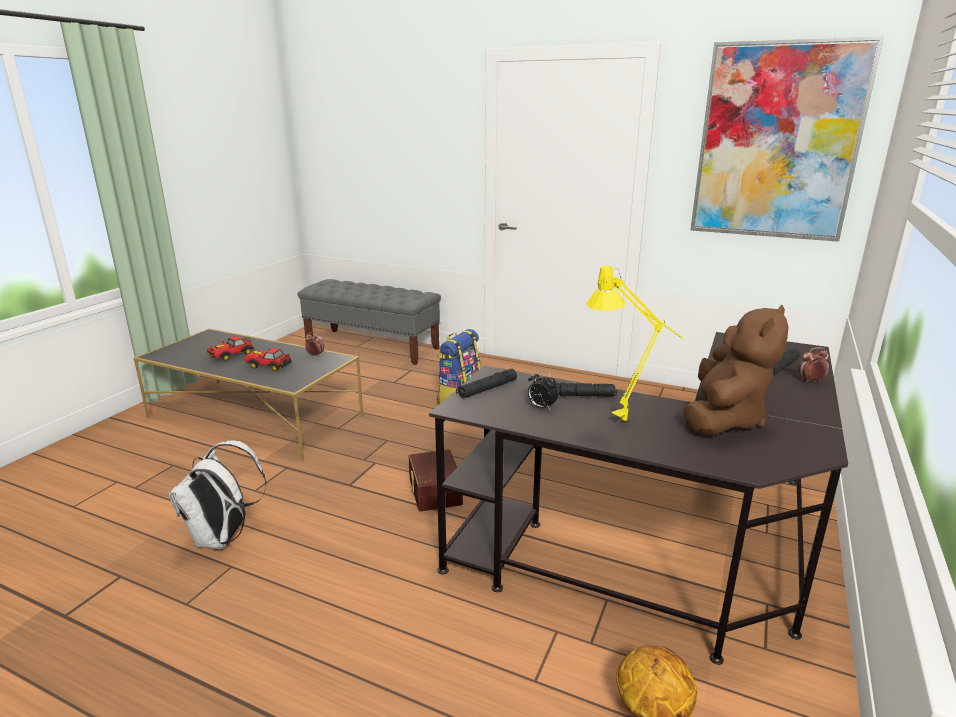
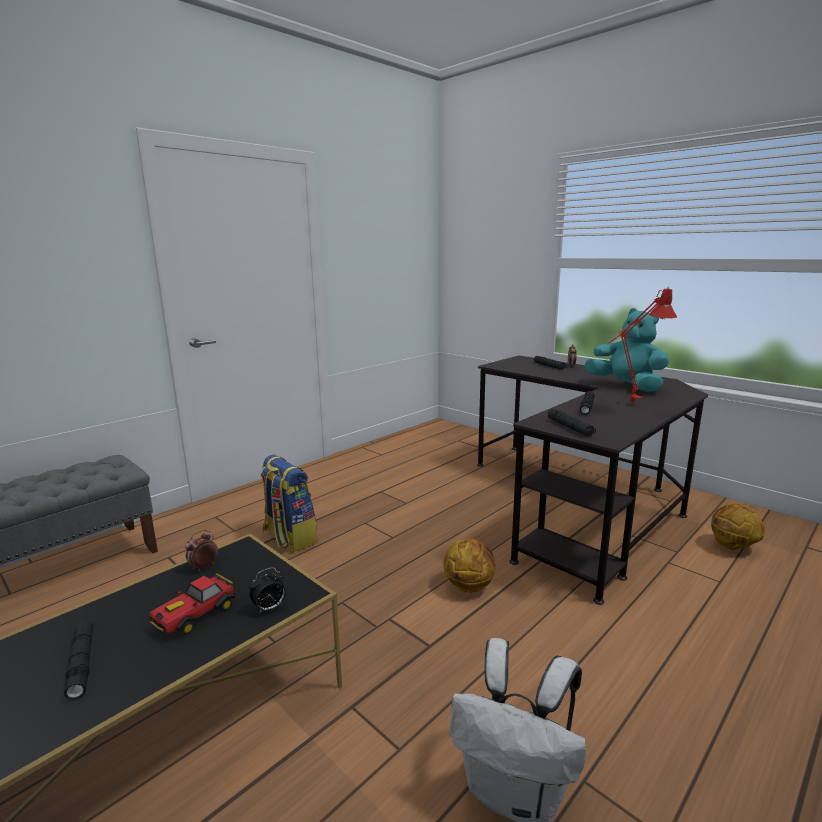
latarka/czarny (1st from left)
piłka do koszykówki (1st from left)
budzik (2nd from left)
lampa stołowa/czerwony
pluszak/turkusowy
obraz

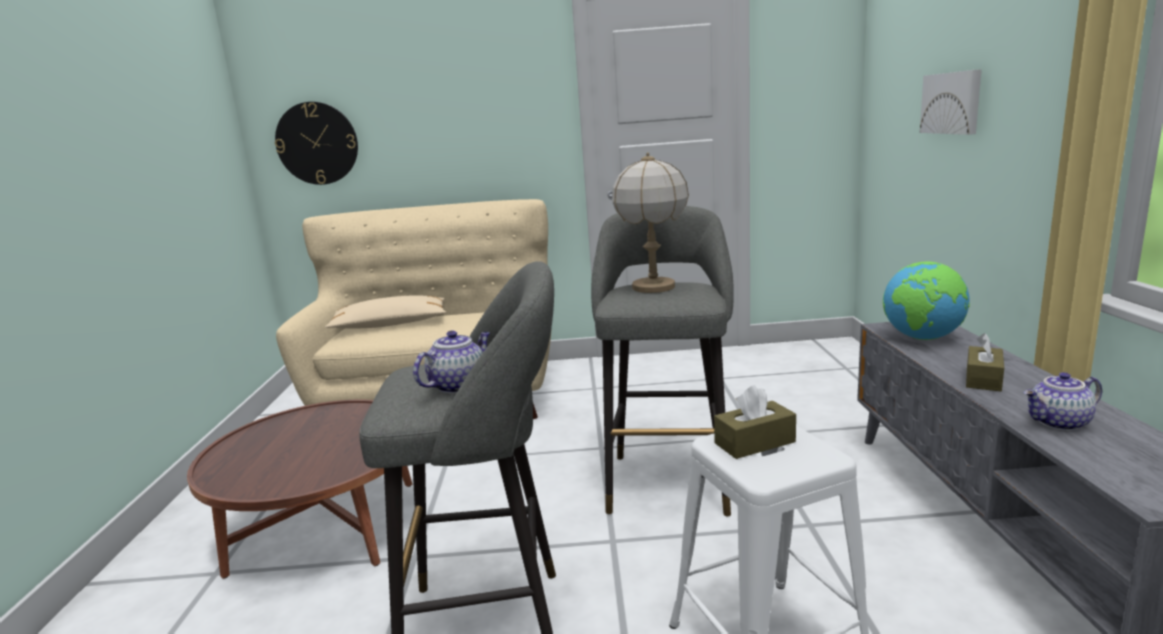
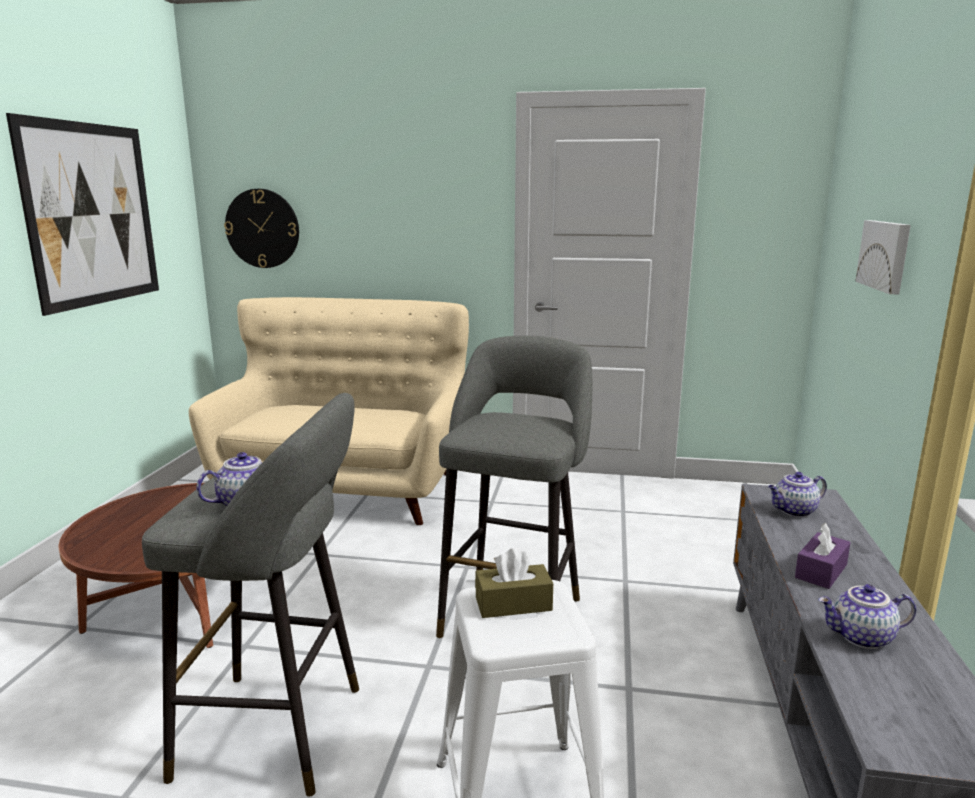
poduszka/beżowy
lampa stołowa
imbryk (2nd from left)
pudełko chusteczek/fioletowy
obraz (1st from left)

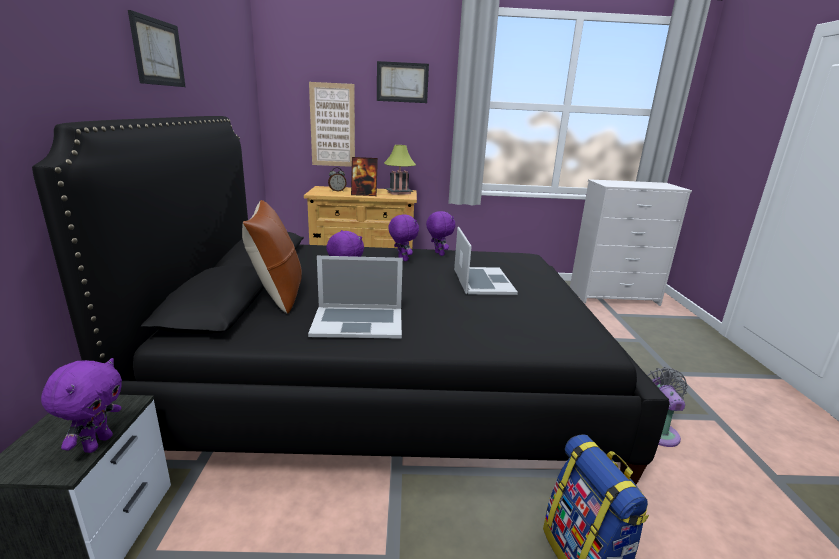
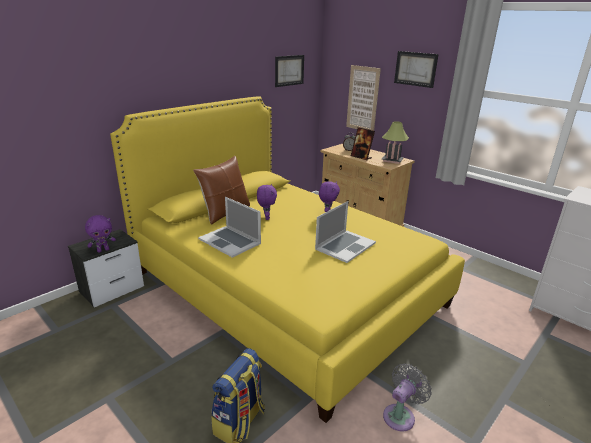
łóżko/żółty
obraz (1st from left)
pluszak/fioletowy (4th from left in the first image)

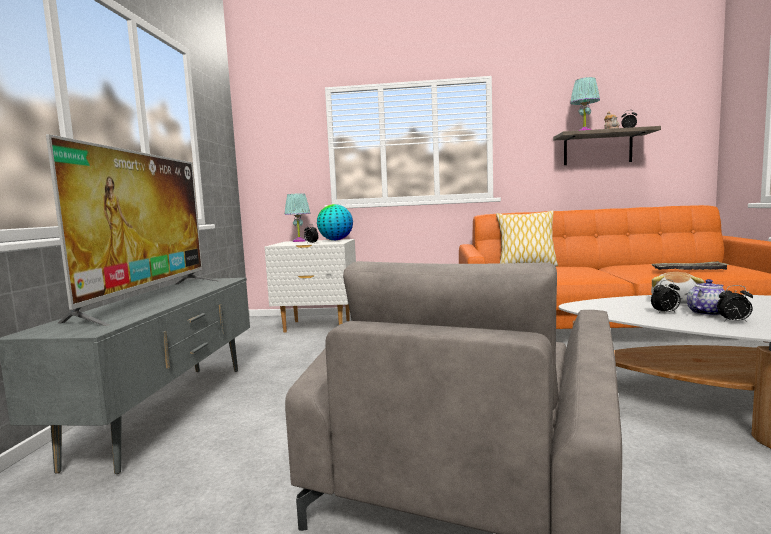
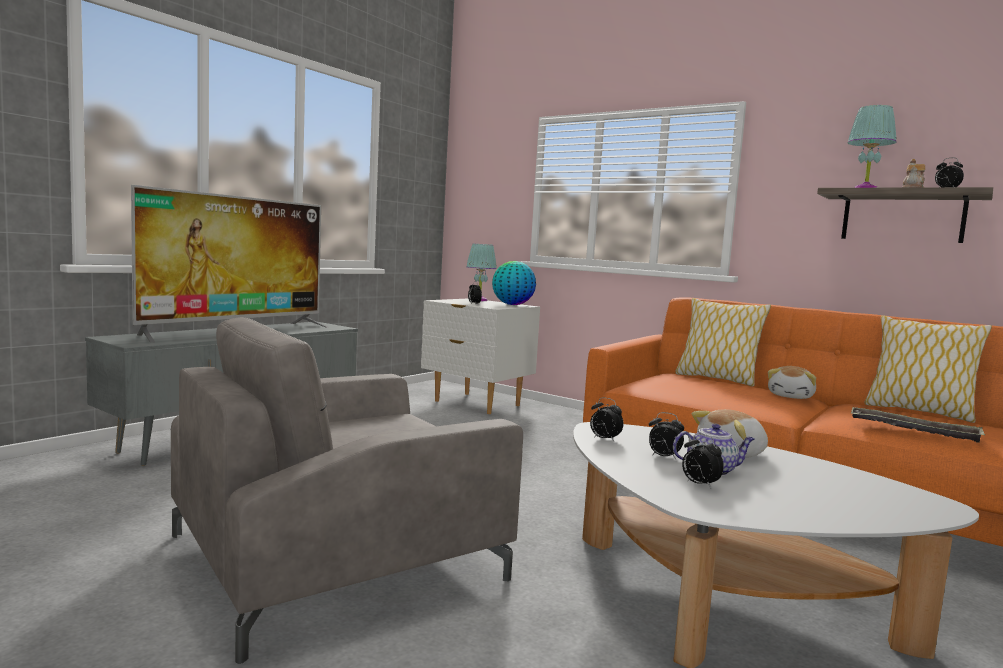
budzik (2nd from left)
pluszak (2nd from left)
poduszka (2nd from left)

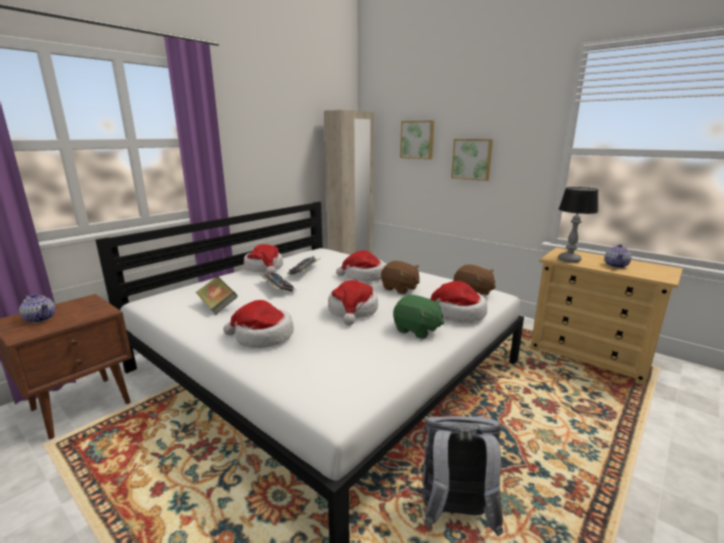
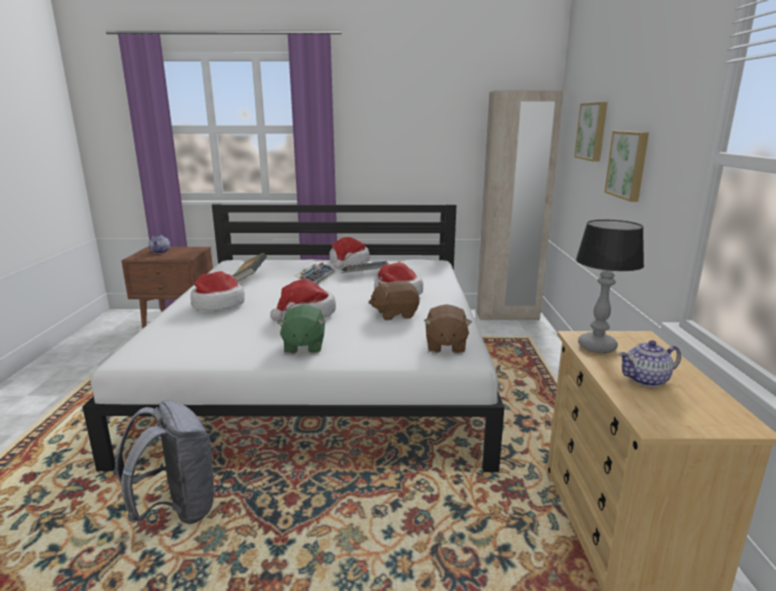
pluszak/brązowy (1st from left)
kapelusz (5th from left in the first image)

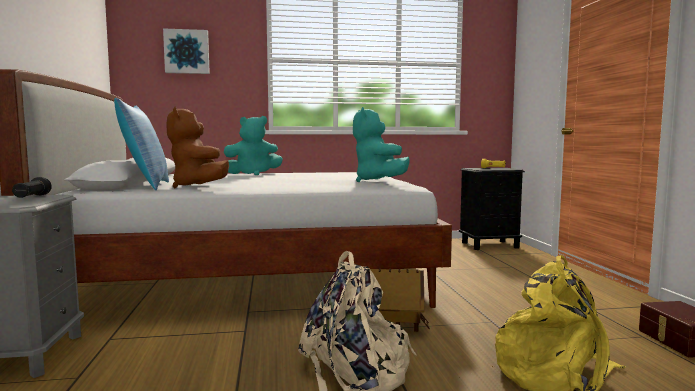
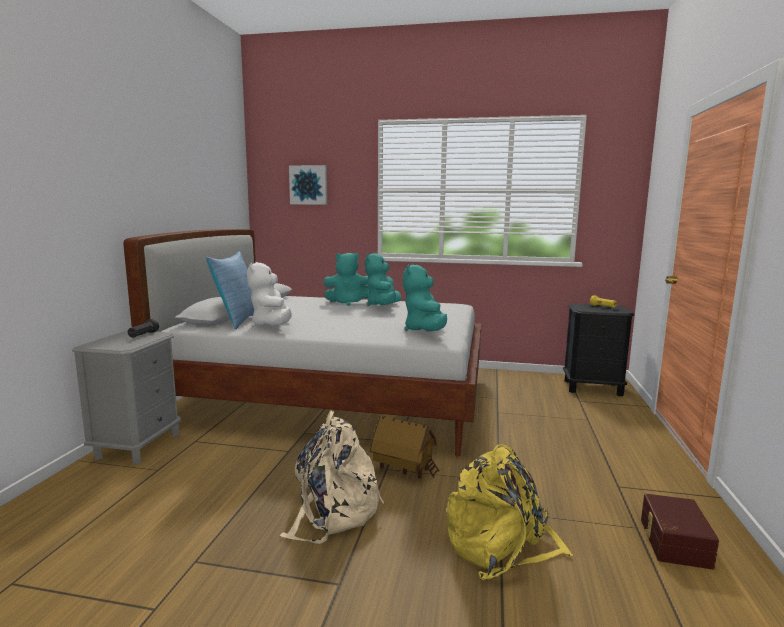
pluszak/biały
pluszak/turkusowy (2nd from left)

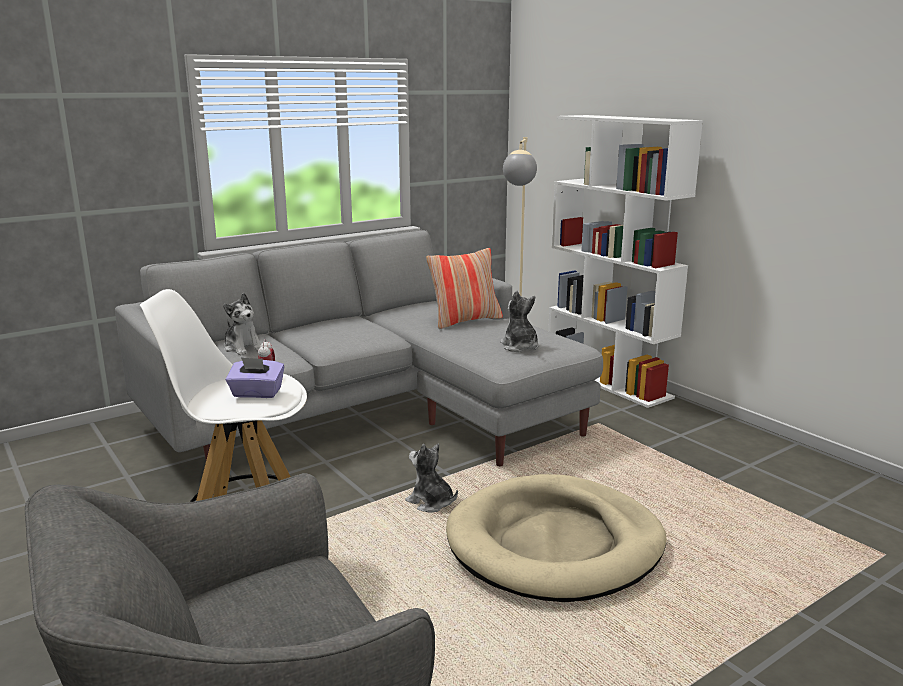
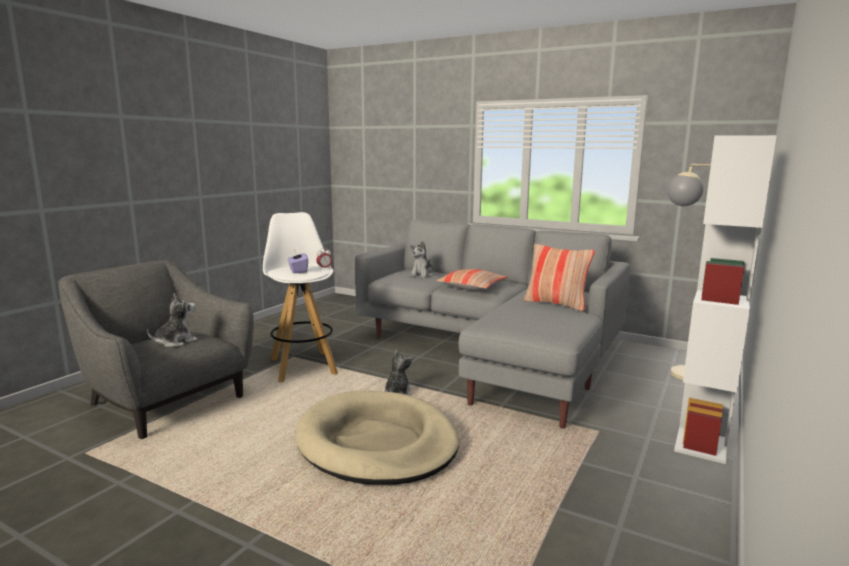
pluszak (1st from left)
poduszka (1st from left)

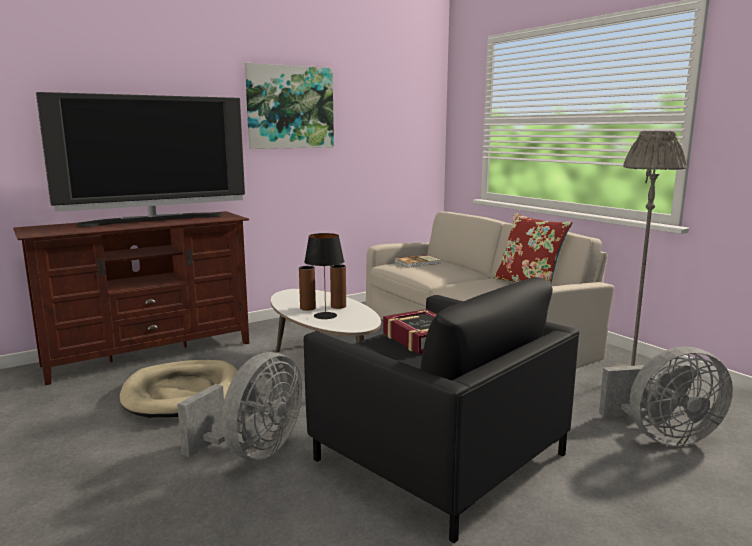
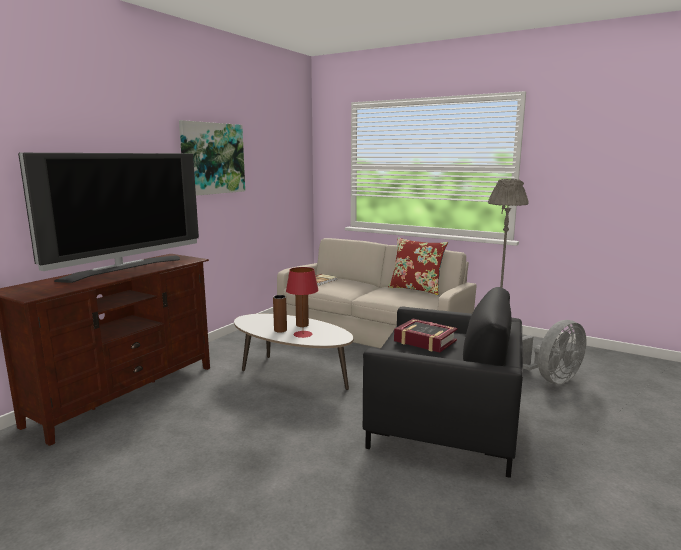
legowisko/beżowy
wentylator/szary (1st from left in the first image)
lampa stołowa/czerwony

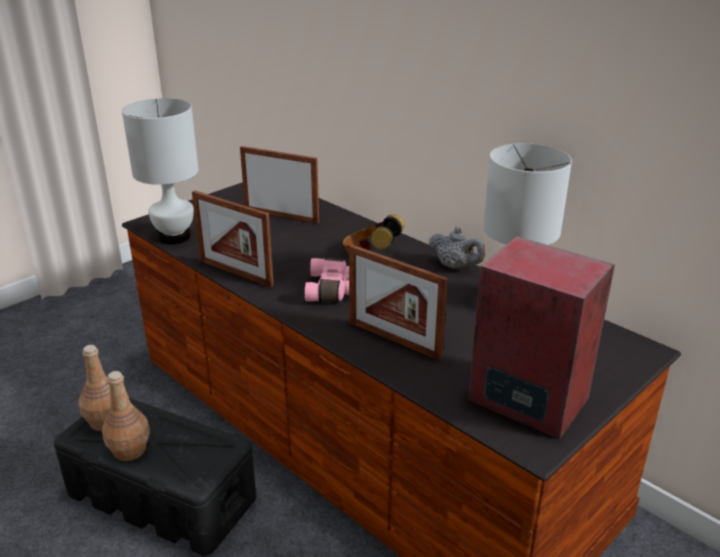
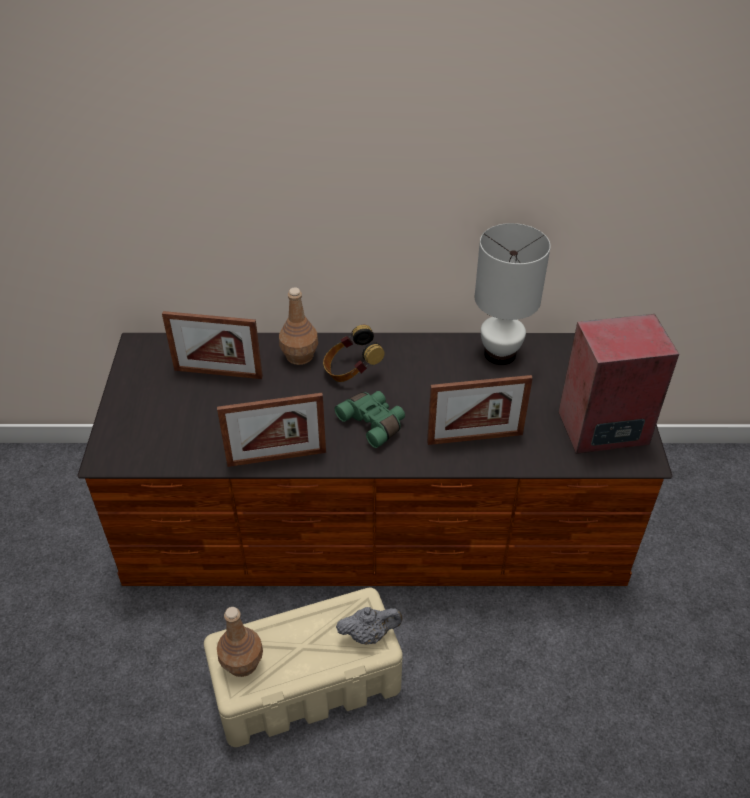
pojemnik do przechowywania/beżowy
butelka/brązowy (2nd from left)
lampa stołowa/biały (1st from left in the first image)
ramka na zdjęcie (1st from left)
lornetka/zielony
imbryk/szary

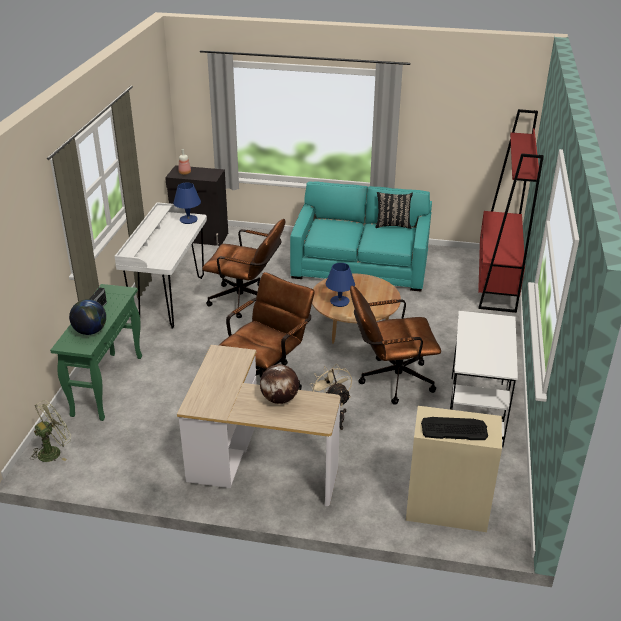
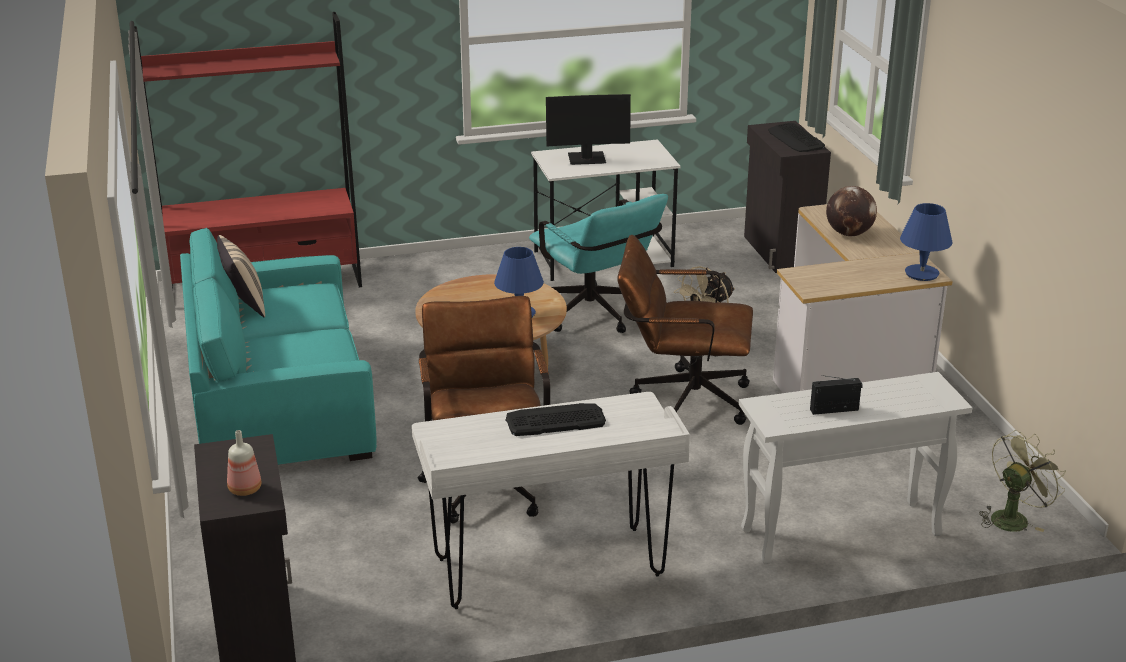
wentylator/zielony
stolik konsolowy/biały
globus (1st from left in the first image)
lampa stołowa/niebieski (2nd from left)
krzesło biurowe/turkusowy
poduszka/beżowy
szafka/czarny (2nd from left)
klawiatura (1st from left)
monitor

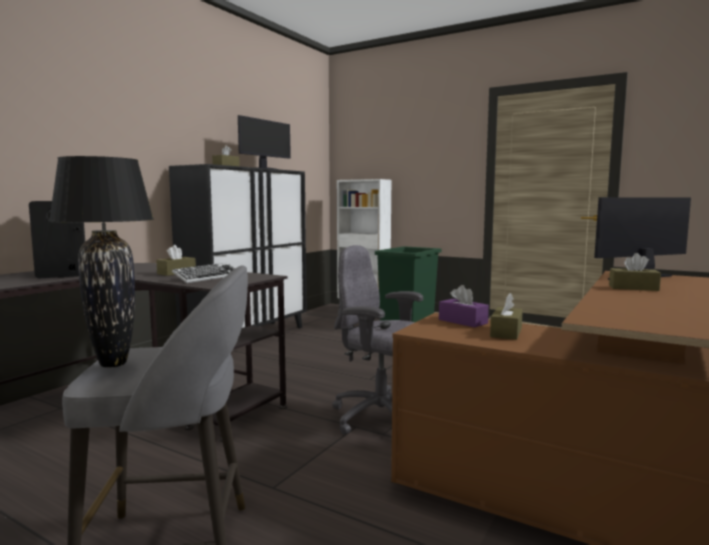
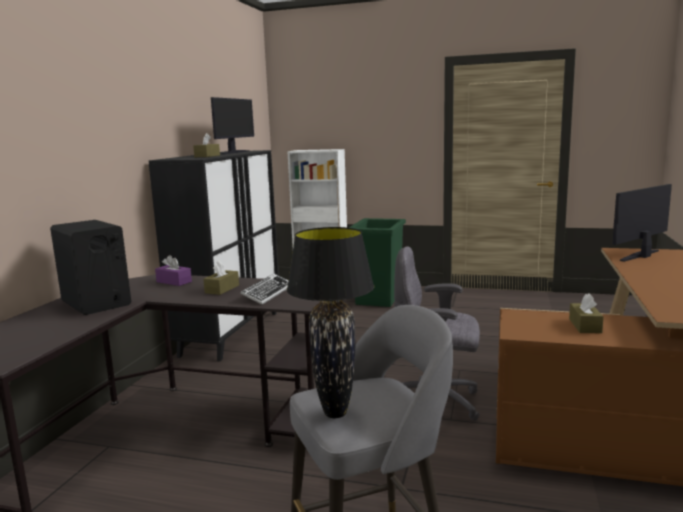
pudełko chusteczek/fioletowy
pudełko chusteczek/brązowy (4th from left in the first image)

